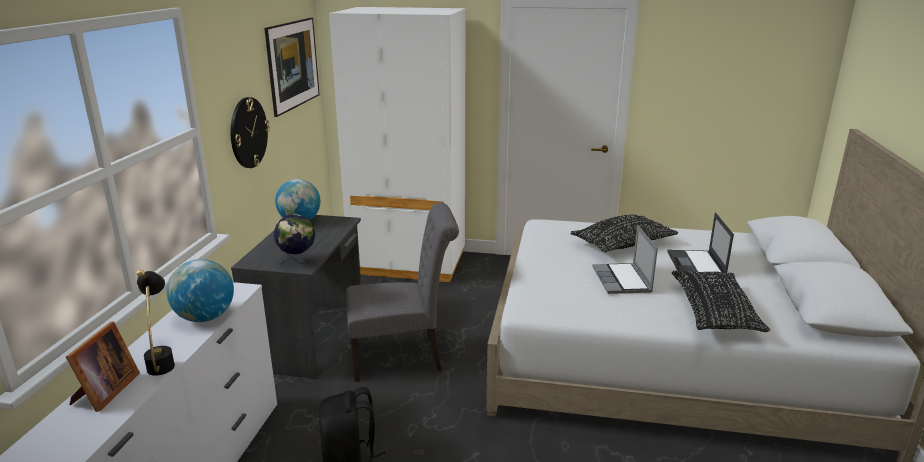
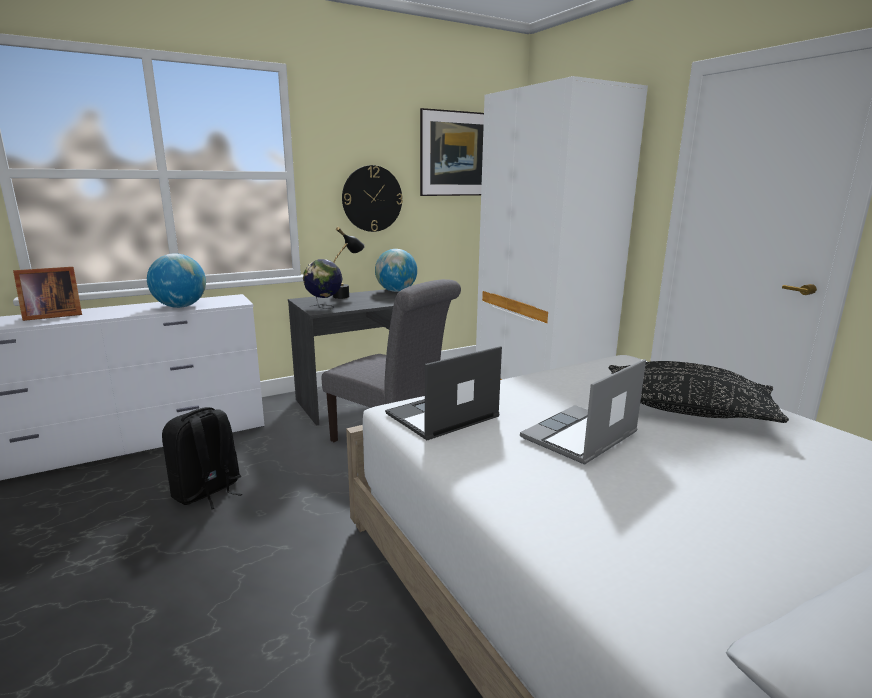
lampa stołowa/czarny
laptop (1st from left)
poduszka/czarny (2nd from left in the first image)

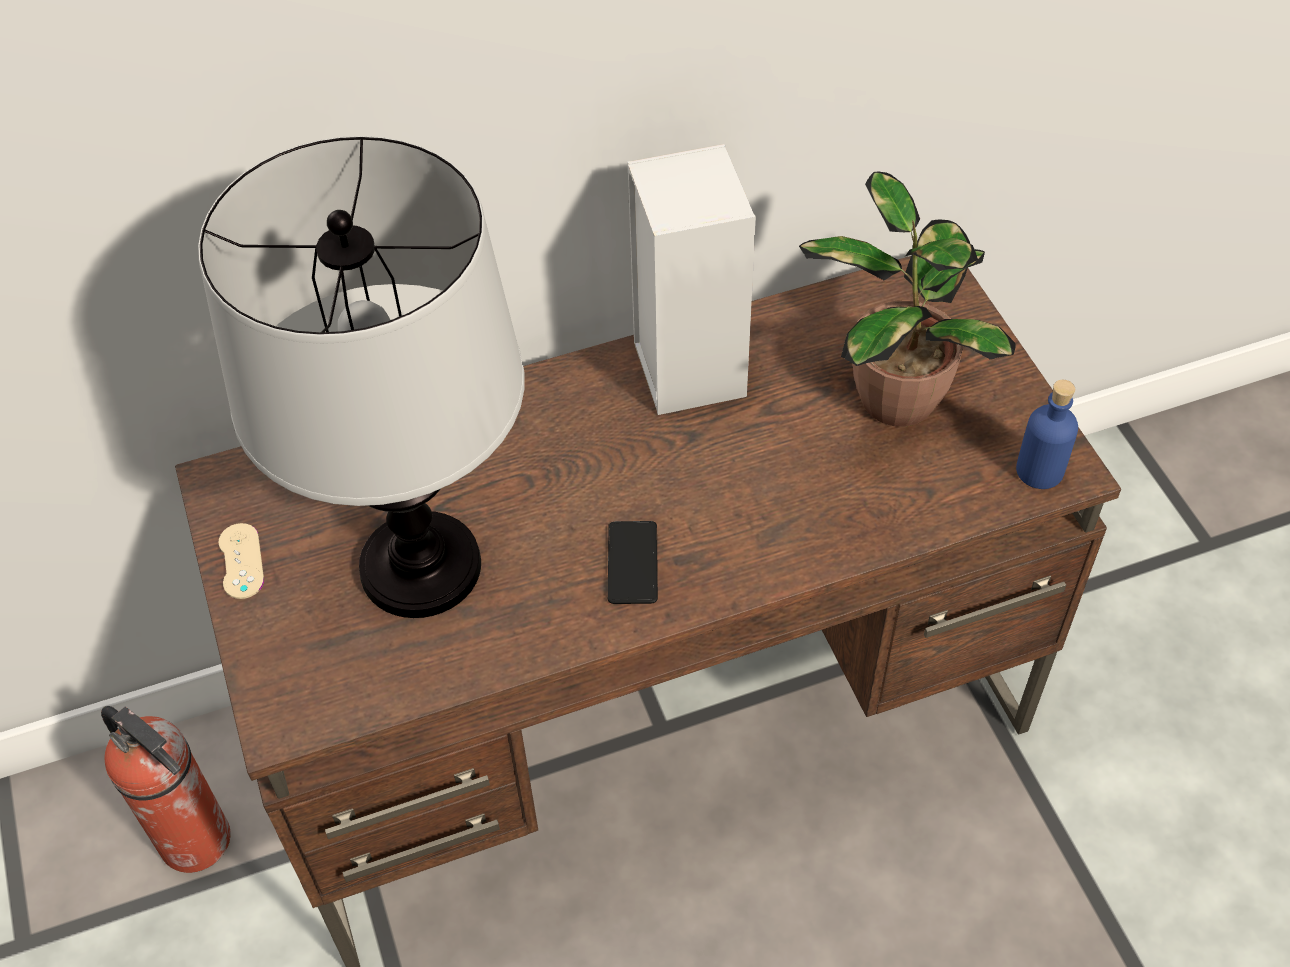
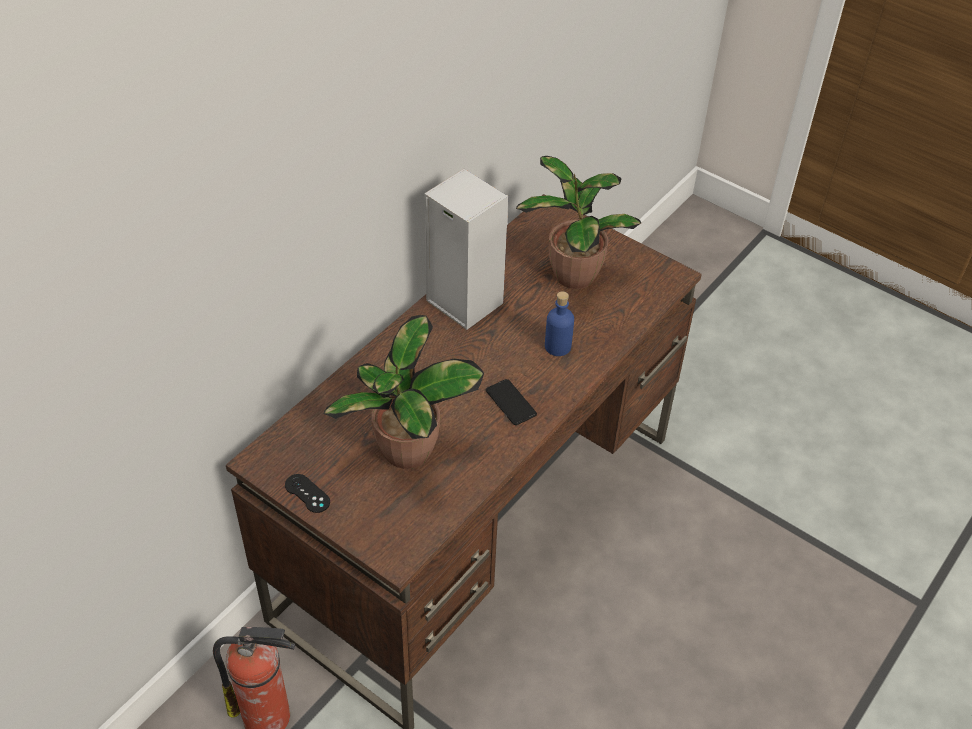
roślina doniczkowa (1st from left)
pad do gier/czarny
butelka/niebieski

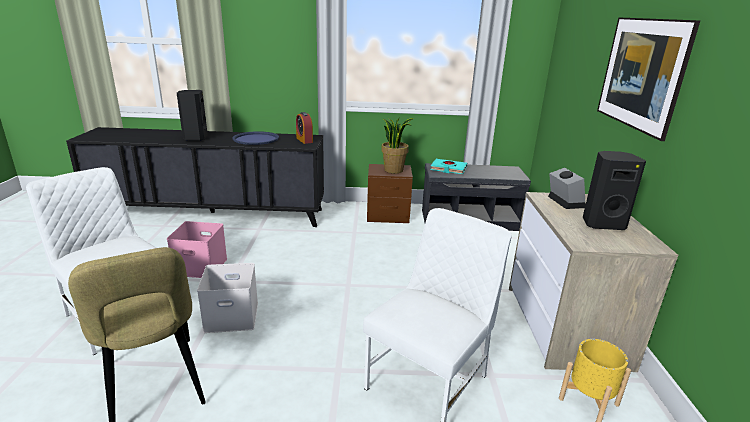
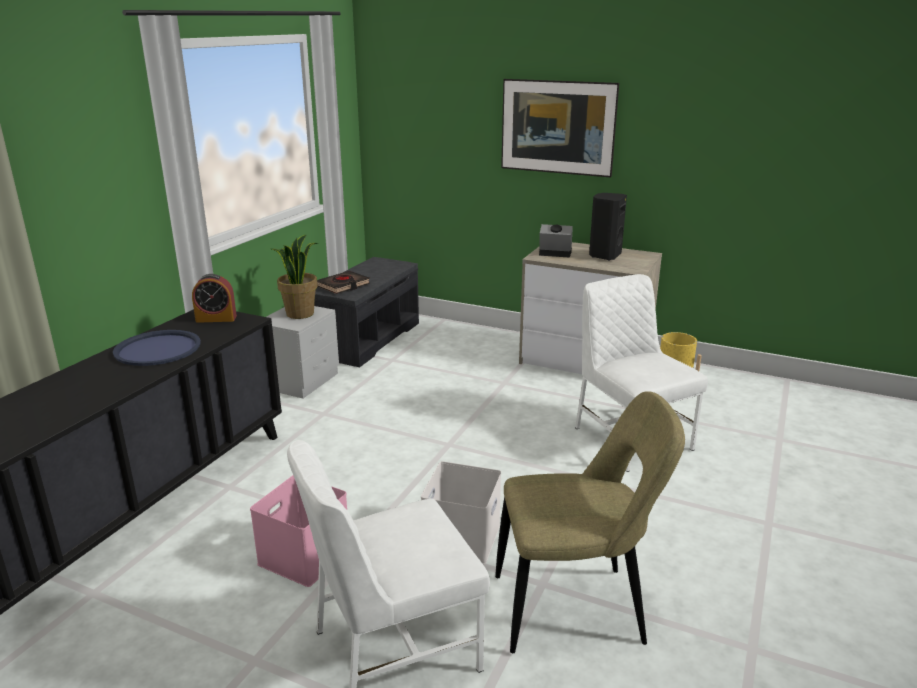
głośnik/czarny (1st from left in the first image)
szafka nocna/szary
książka/czarny

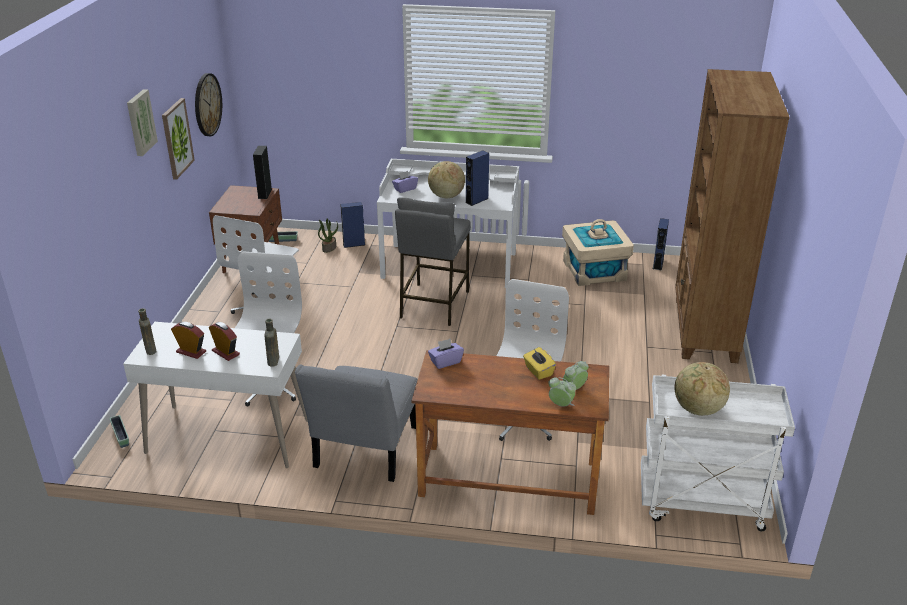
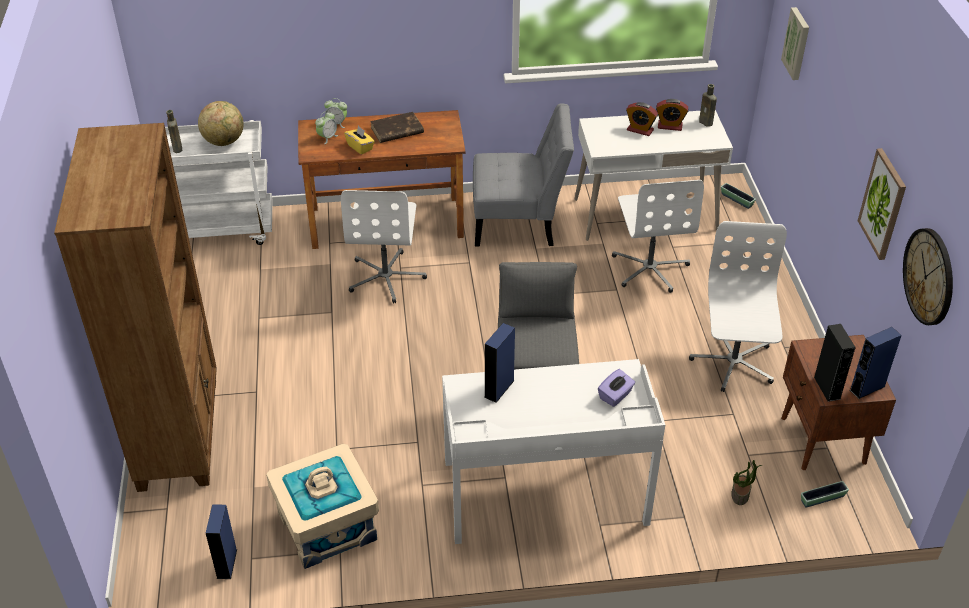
obraz (1st from left)
butelka/brązowy (1st from left)
krzesło/szary
głośnik/niebieski (3rd from left)
globus (1st from left in the first image)
pudełko chusteczek/fioletowy (2nd from left in the first image)
książka/brązowy

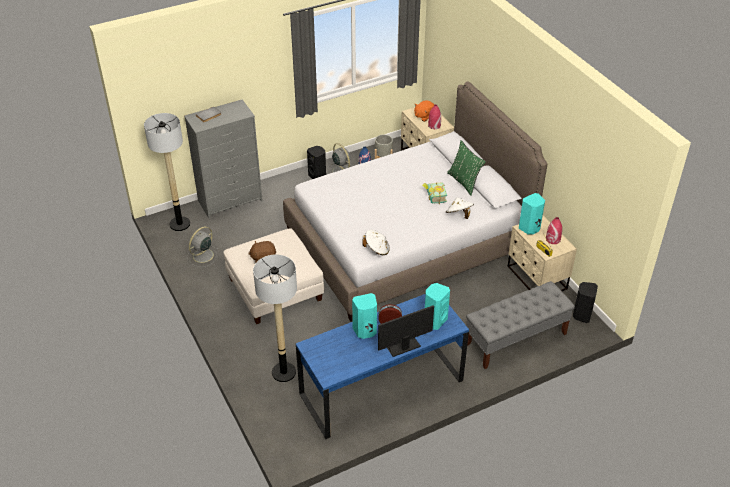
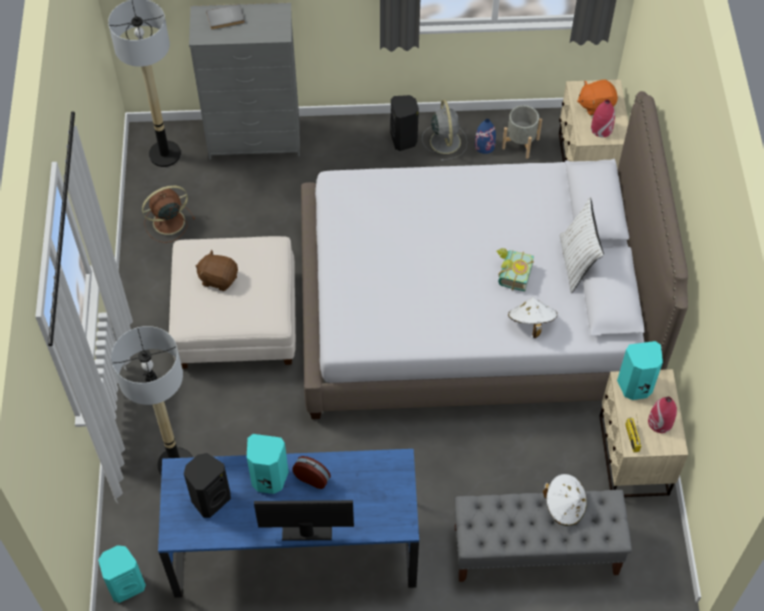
wentylator/brązowy
kapelusz/biały (2nd from left)
głośnik/turkusowy (1st from left)
poduszka/biały
głośnik/czarny (1st from left)

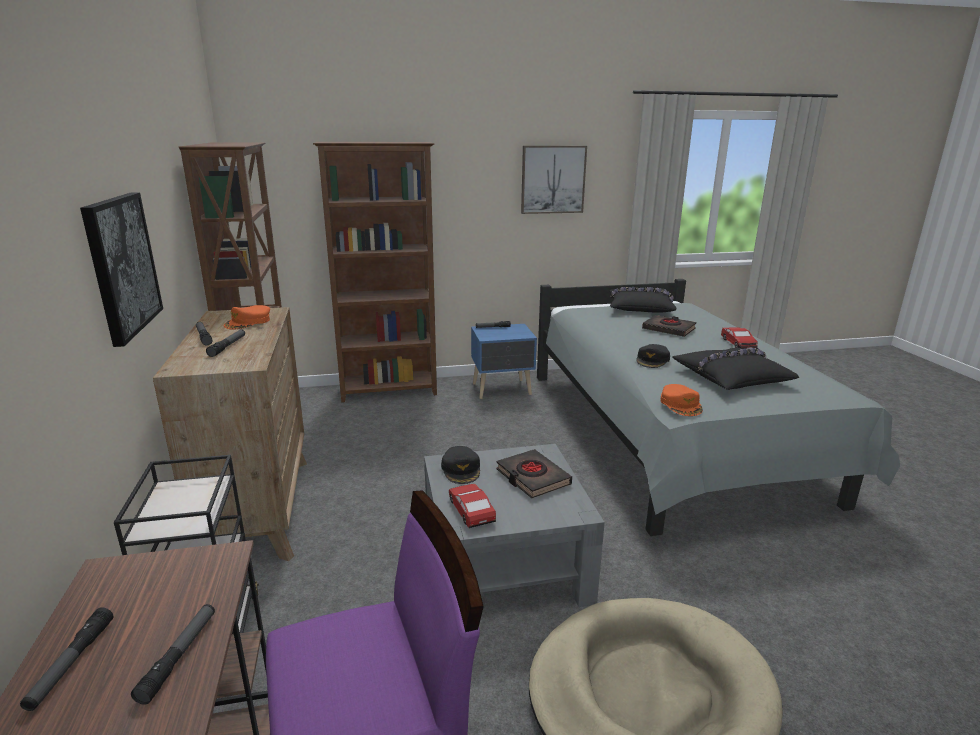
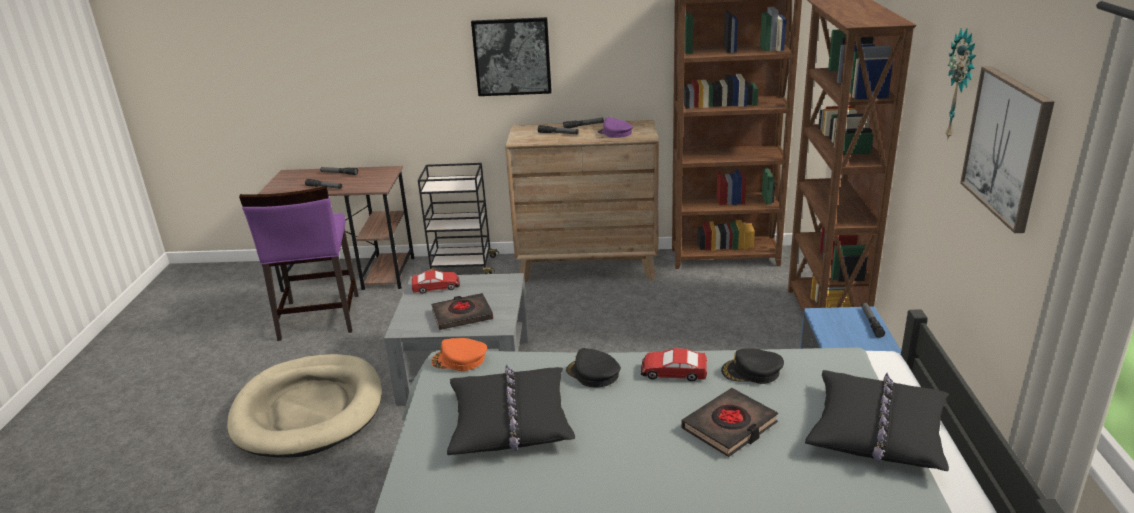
czapka z daszkiem/fioletowy
czapka z daszkiem/czarny (2nd from left)
samochodzik (2nd from left)
zegar ścienny

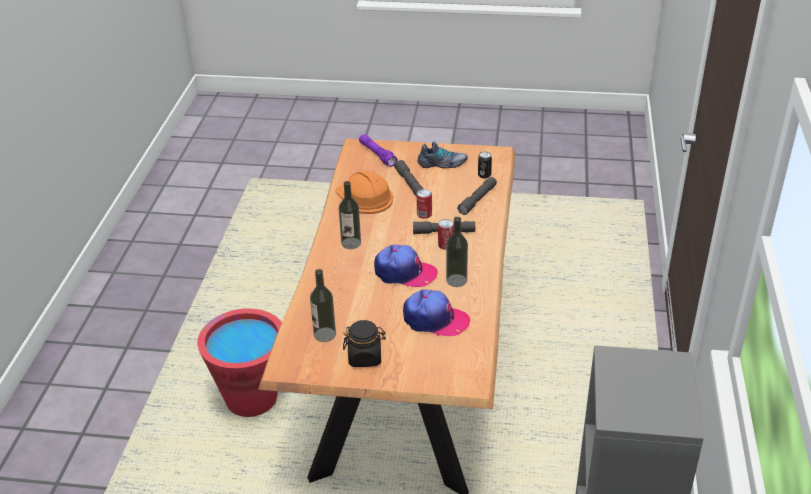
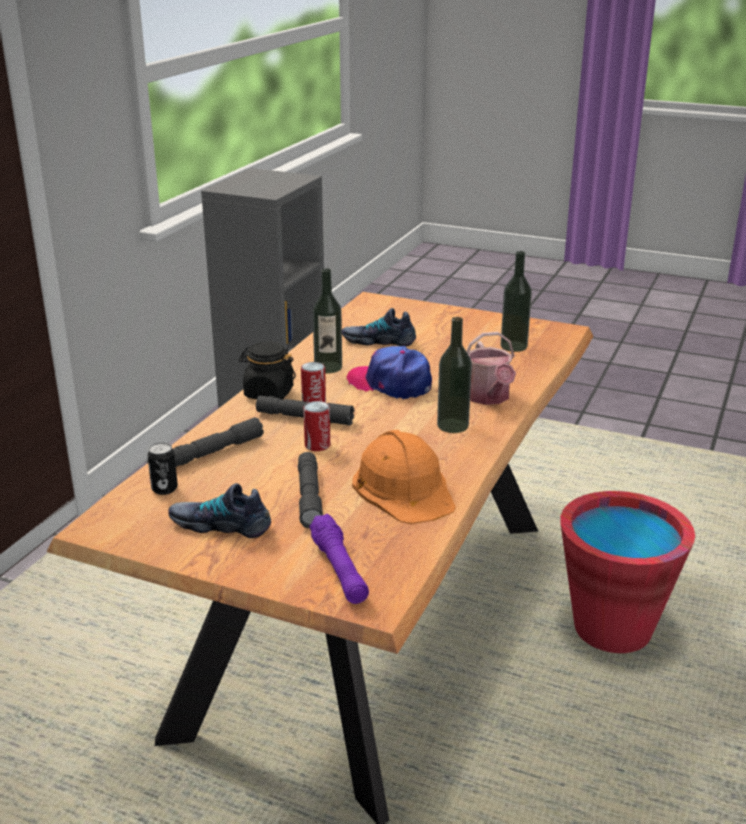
słoik/czarny
but (2nd from left)
konewka

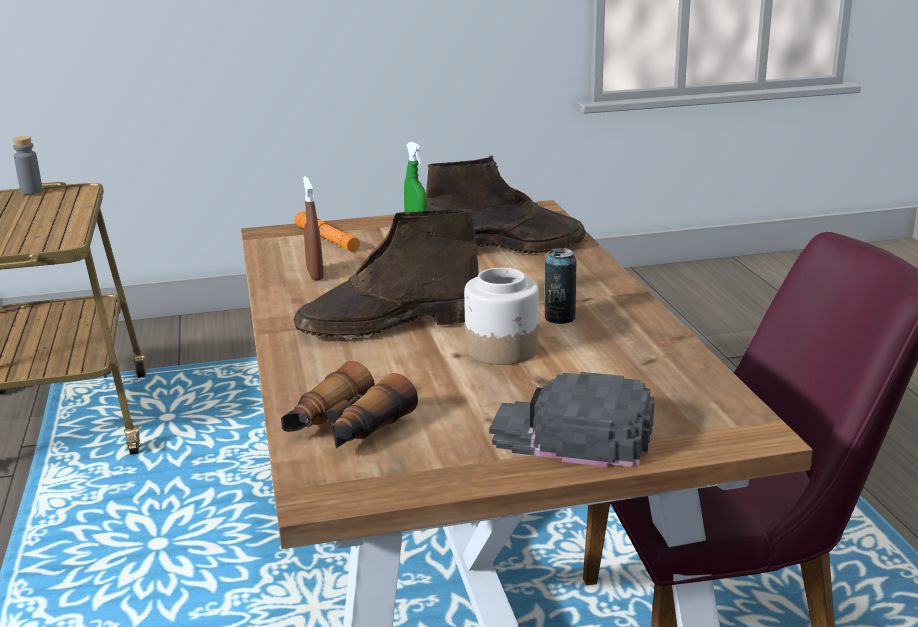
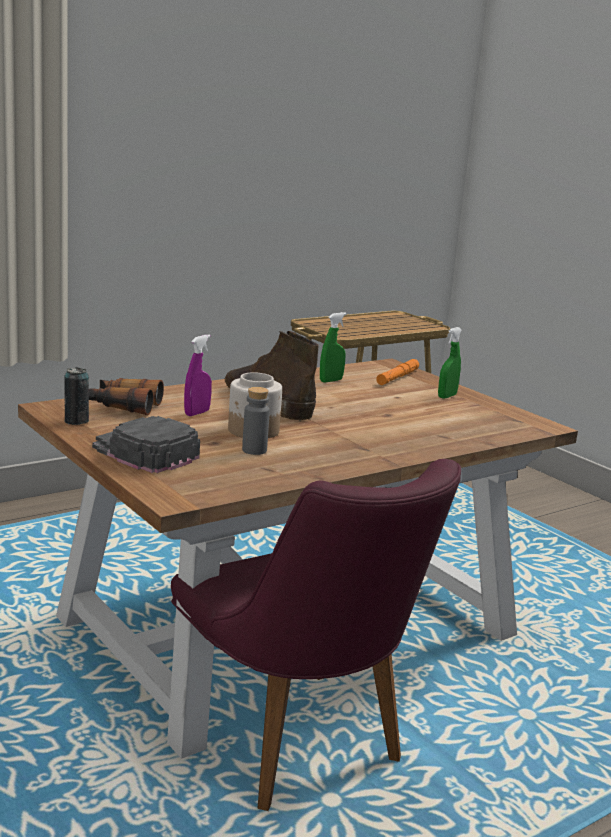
butelka/szary
spryskiwacz/zielony (1st from left)
but z cholewką/brązowy (2nd from left in the first image)
czapka z daszkiem/czarny
puszka
spryskiwacz/fioletowy

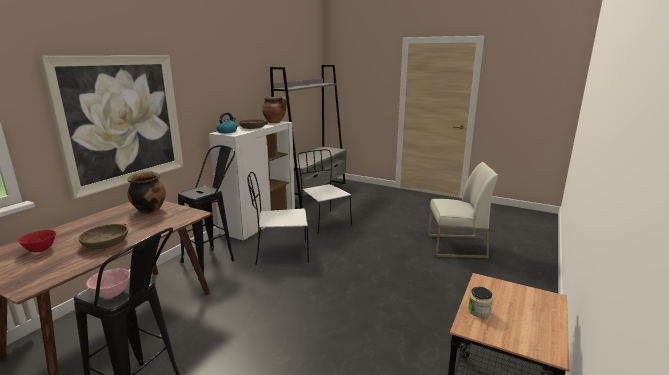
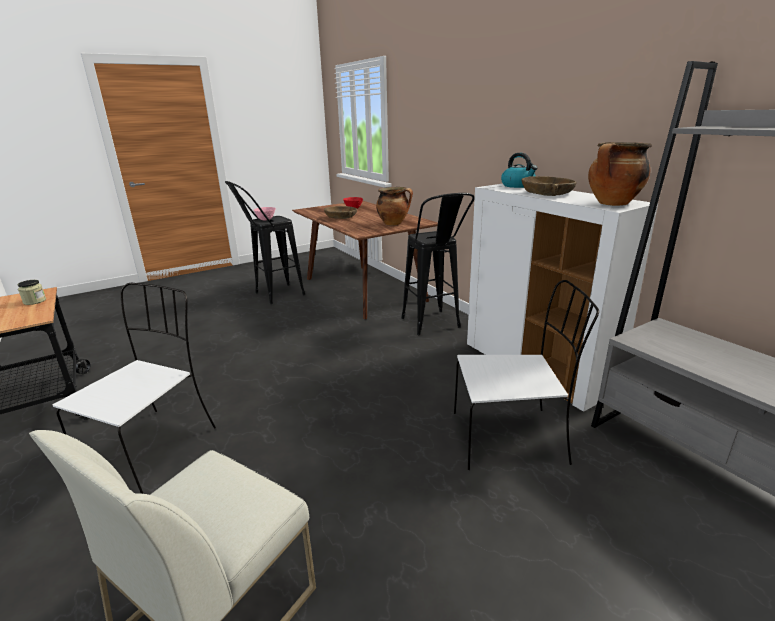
obraz
krzesło/biały (1st from left)

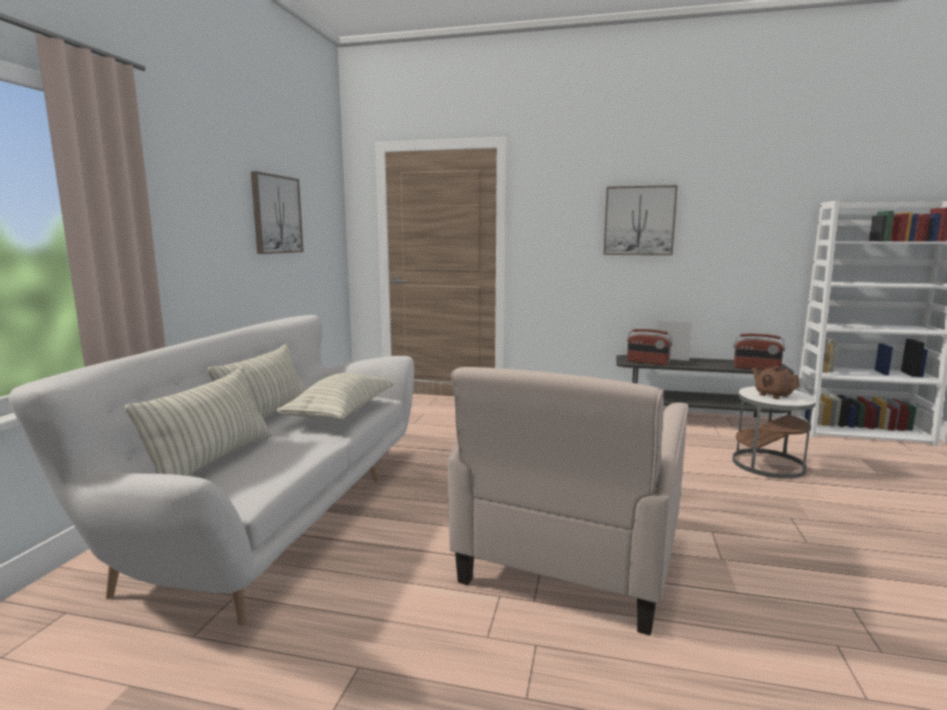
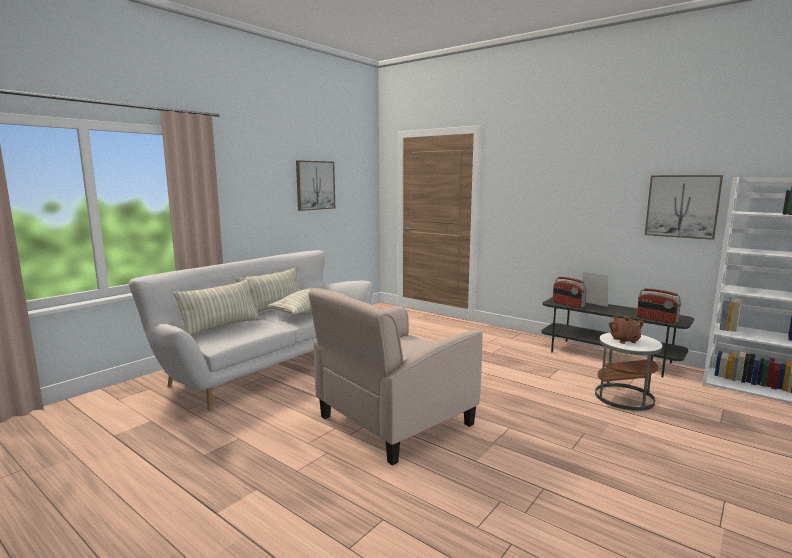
obraz (2nd from left)

